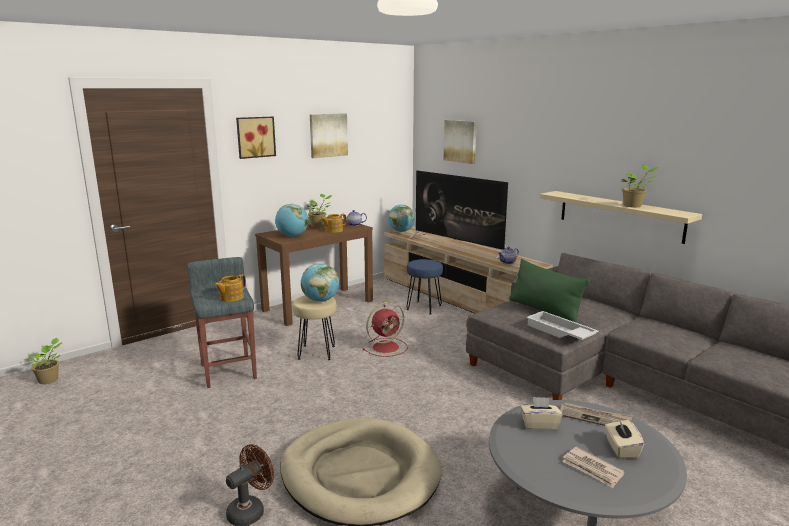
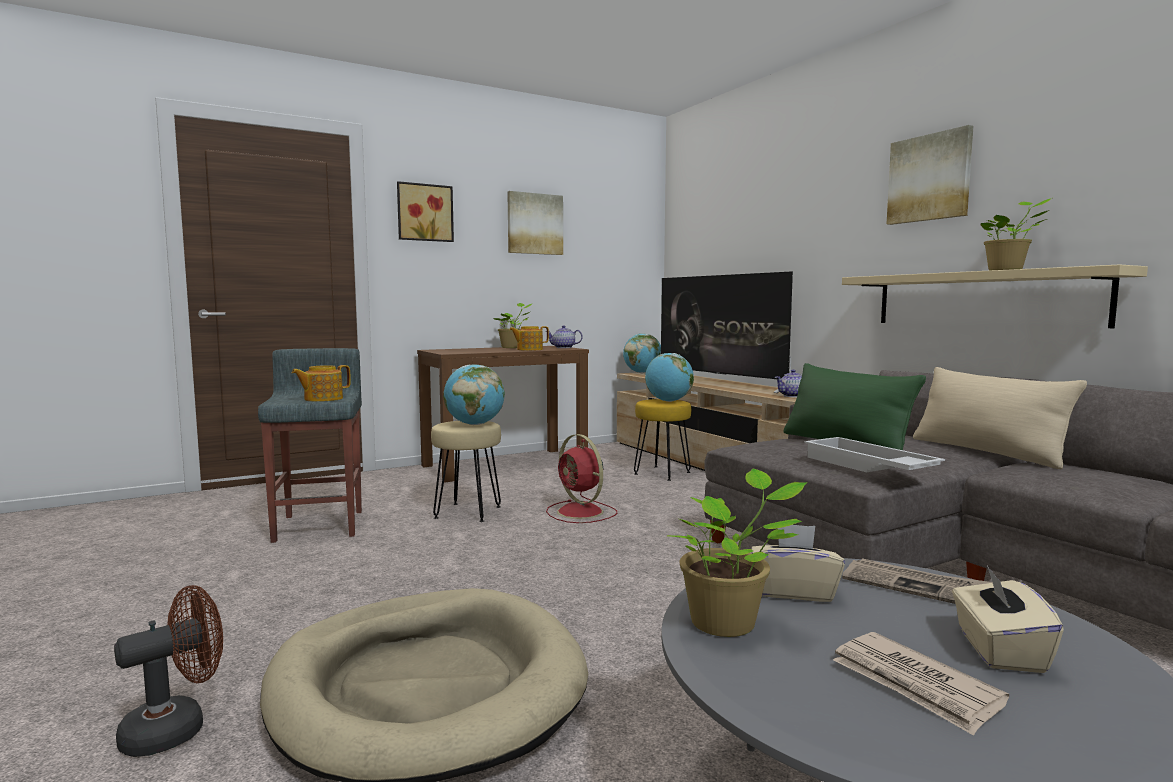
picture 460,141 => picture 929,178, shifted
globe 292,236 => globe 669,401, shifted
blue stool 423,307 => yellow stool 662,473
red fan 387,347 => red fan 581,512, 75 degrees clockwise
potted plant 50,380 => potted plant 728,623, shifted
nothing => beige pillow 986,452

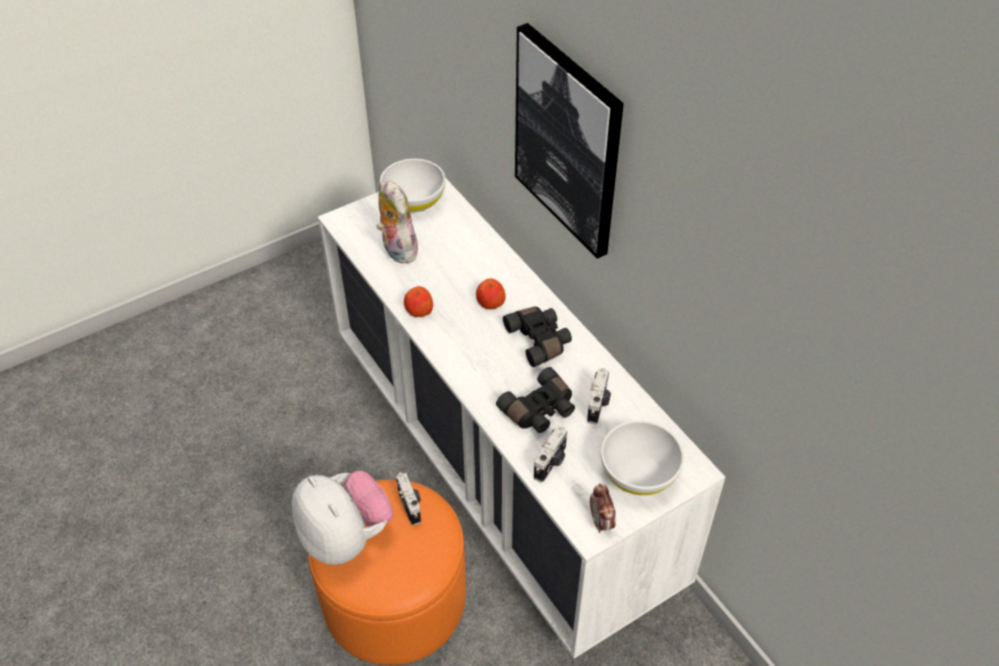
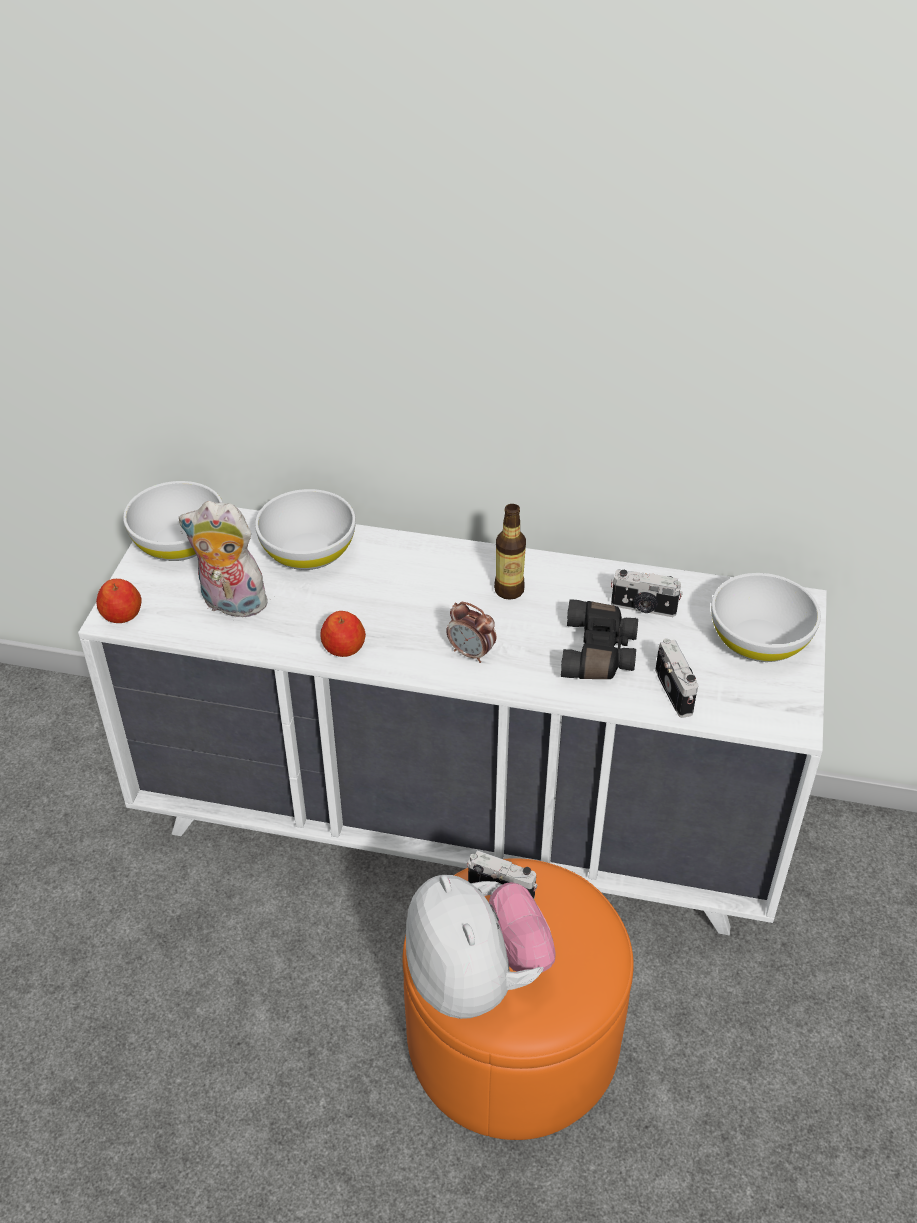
picture 568,141 => nothing
apple 490,303 => apple 122,615, shifted
black binoculars 540,340 => bottle 509,590
photo camera 598,404 => photo camera 643,608, 135 degrees clockwise
plush toy 346,537 => plush toy 476,979, 60 degrees clockwise
alarm clock 601,522 => alarm clock 471,653, shifted
nothing => white bowl 308,552

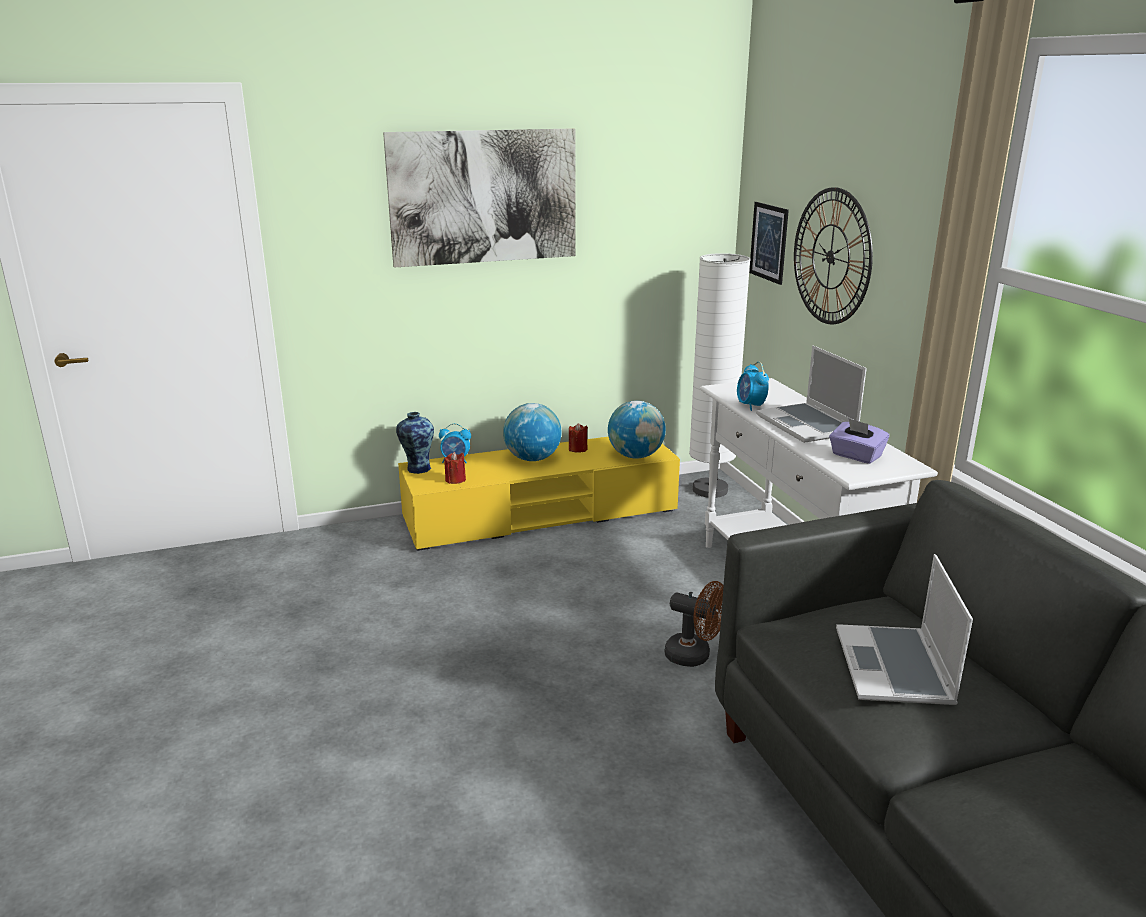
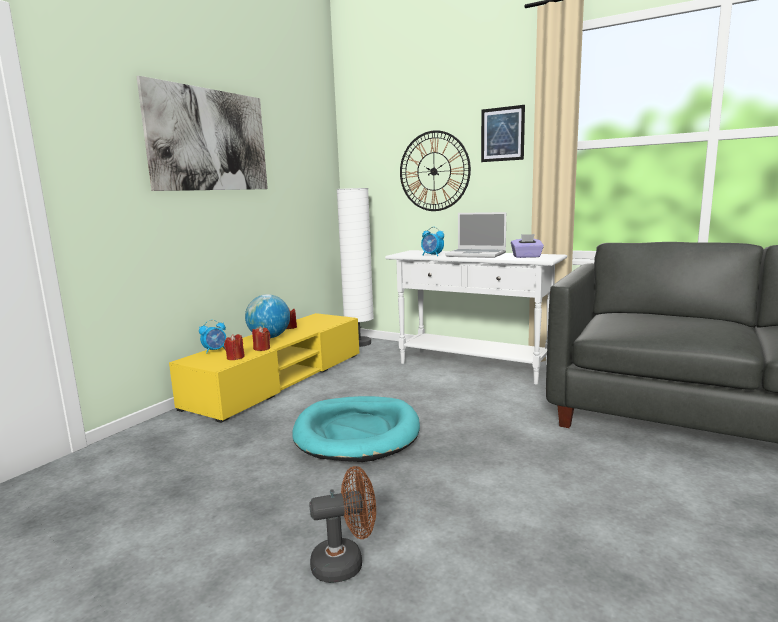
picture 768,242 => picture 502,134, shifted
globe 636,456 => nothing
vase 417,469 => nothing
laptop 895,668 => nothing
brown fan 694,656 => brown fan 346,563, shifted
nothing => red candle 262,348
nothing => turquoise dog bed 357,433

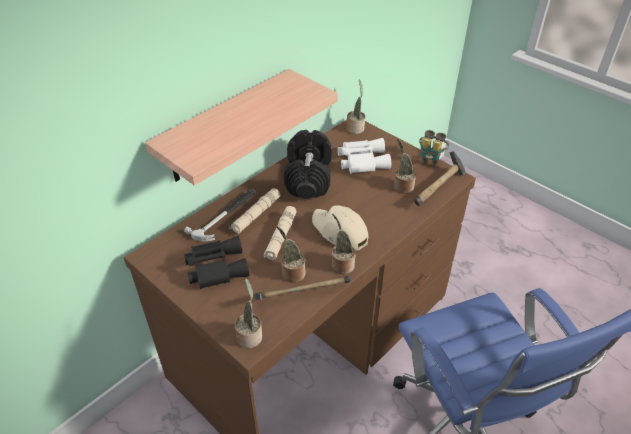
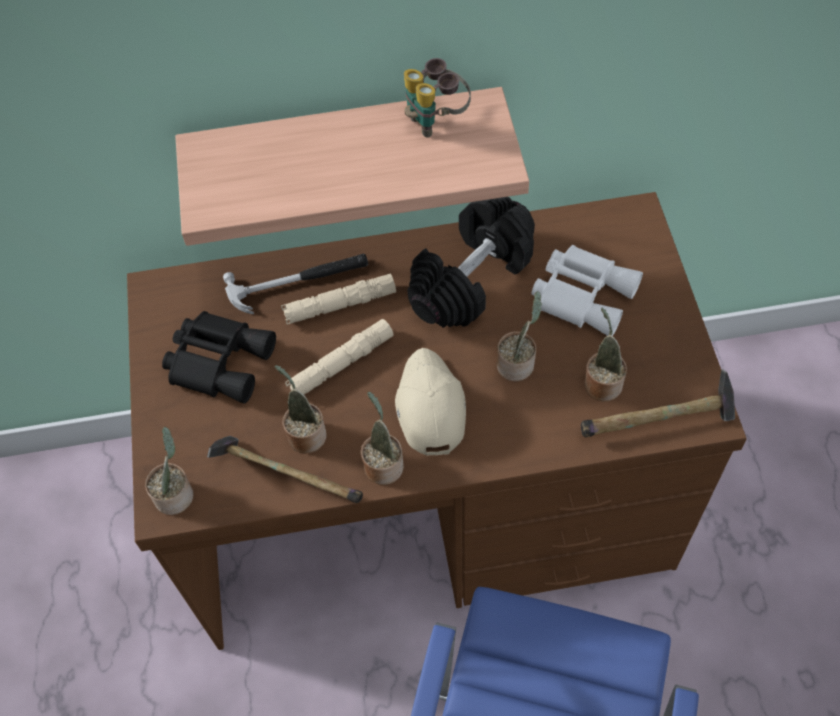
potted plant 355,128 => potted plant 517,363, shifted
binoculars 430,159 => binoculars 436,120, shifted

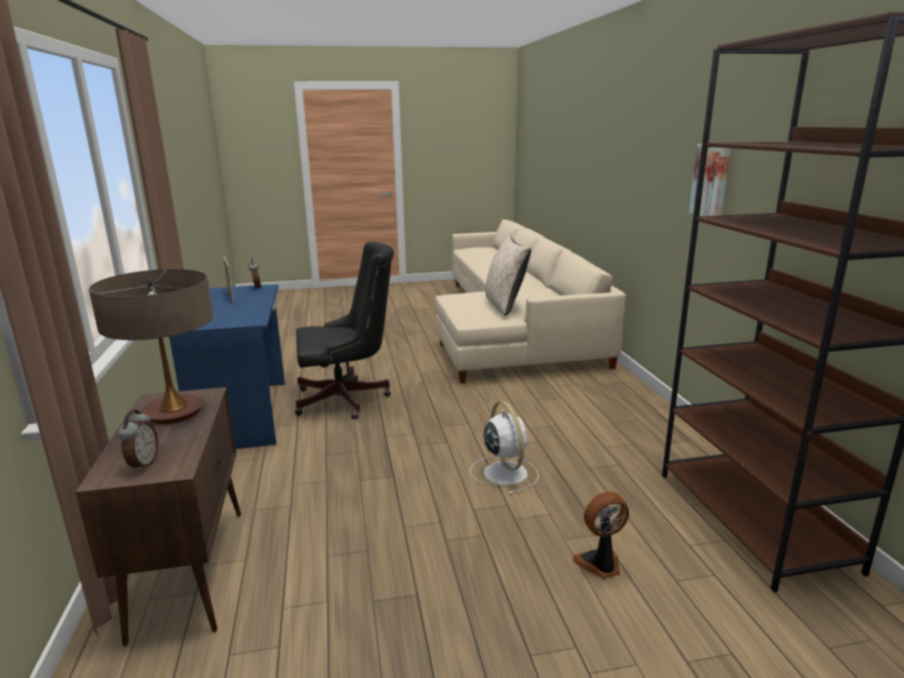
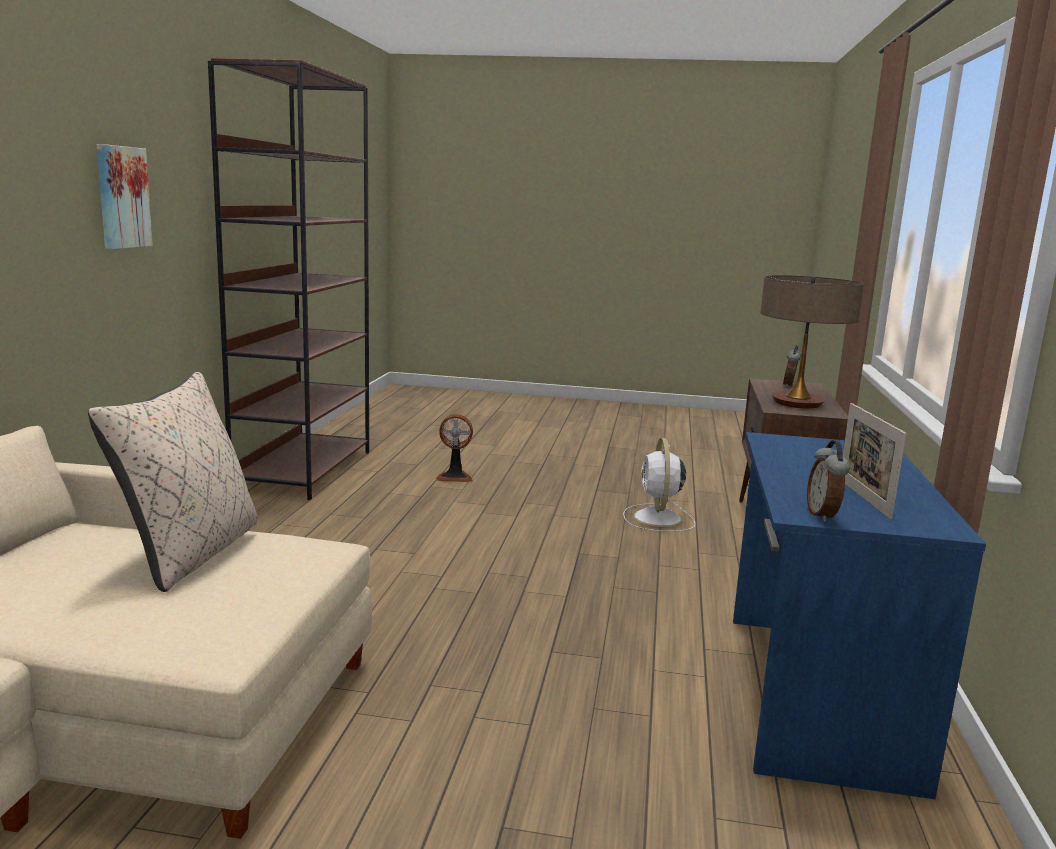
black office chair 348,399 => nothing
white fan 504,472 => white fan 658,519, shifted

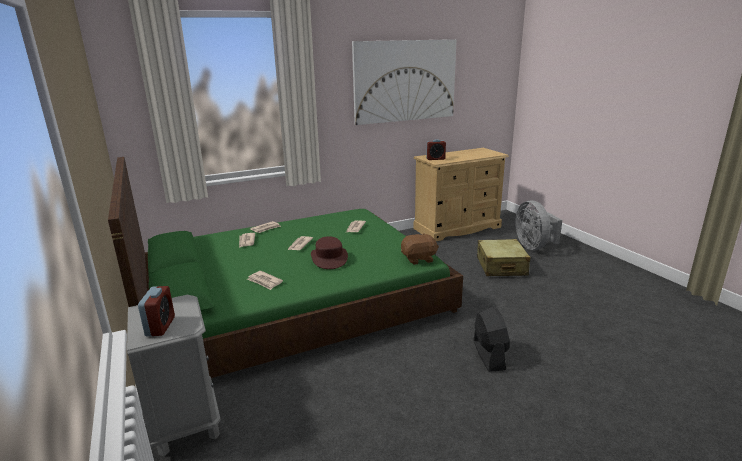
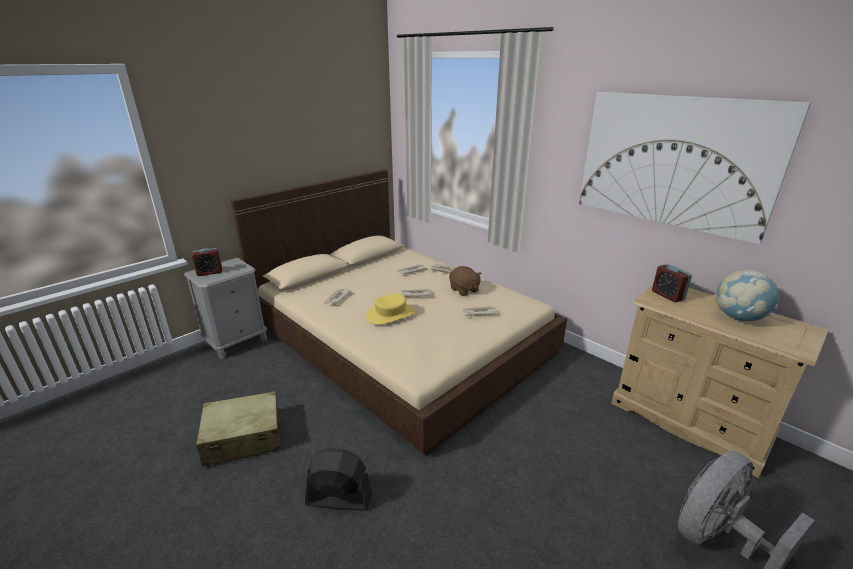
green bed 292,299 => beige bed 400,337
brown plush toy 419,259 => brown plush toy 464,290, shifted
brown hat 329,258 => yellow hat 391,315
beige suitcase 501,266 => beige suitcase 243,438, shifted
black fan 489,355 => black fan 338,499, 150 degrees counterclockwise
nothing => globe 738,317

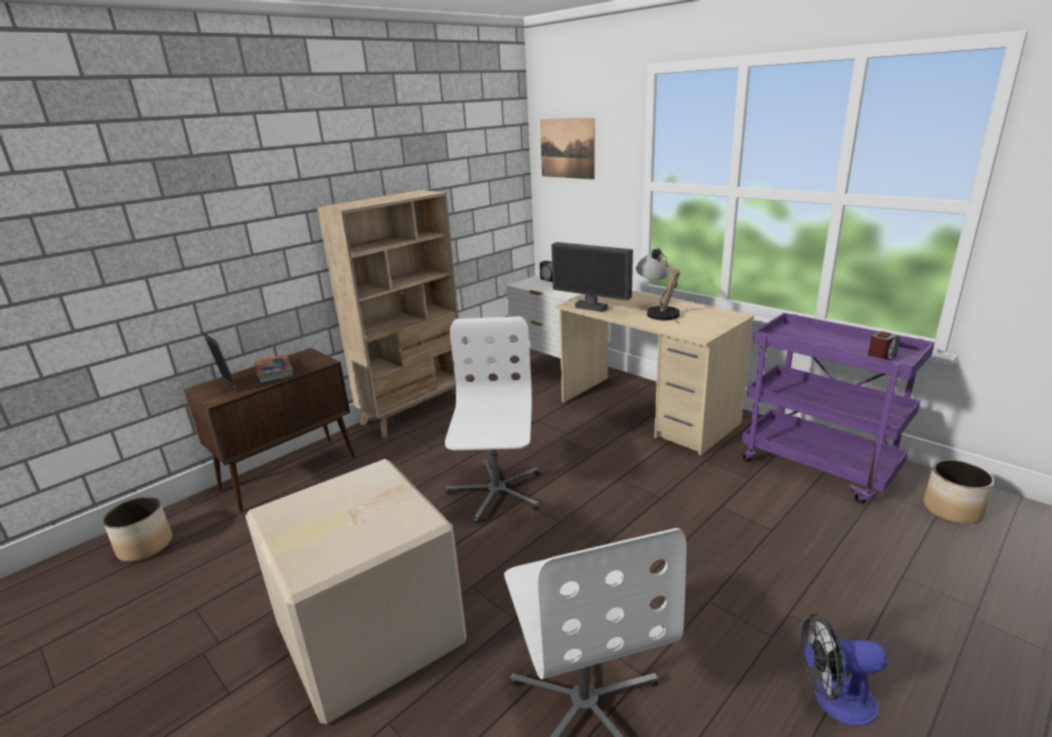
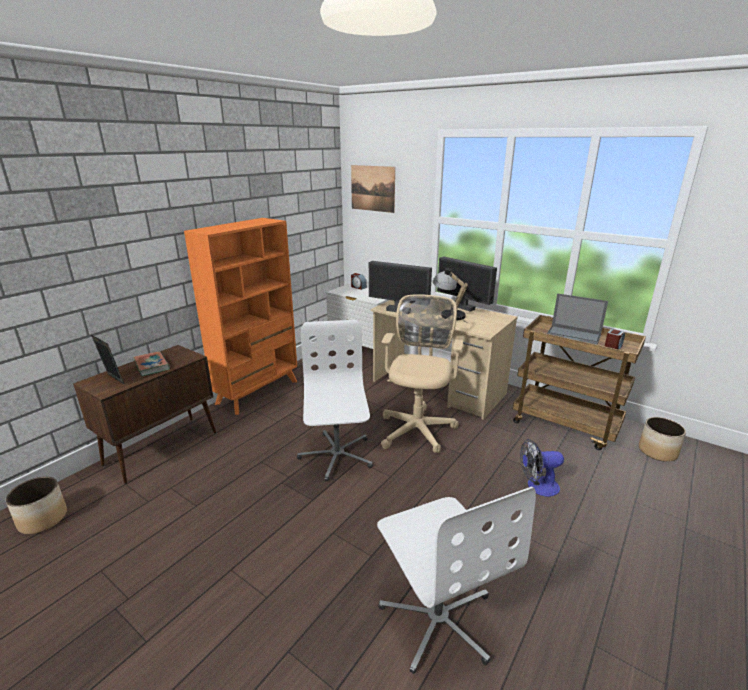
beige bookcase 415,411 => orange bookcase 258,392
purple cart 819,467 => brown cart 566,425
cardboard box 367,633 => nothing
fan 834,700 => fan 537,486, shifted
nothing => monitor 463,307
nothing => laptop 573,337
nothing => beige office chair 417,428

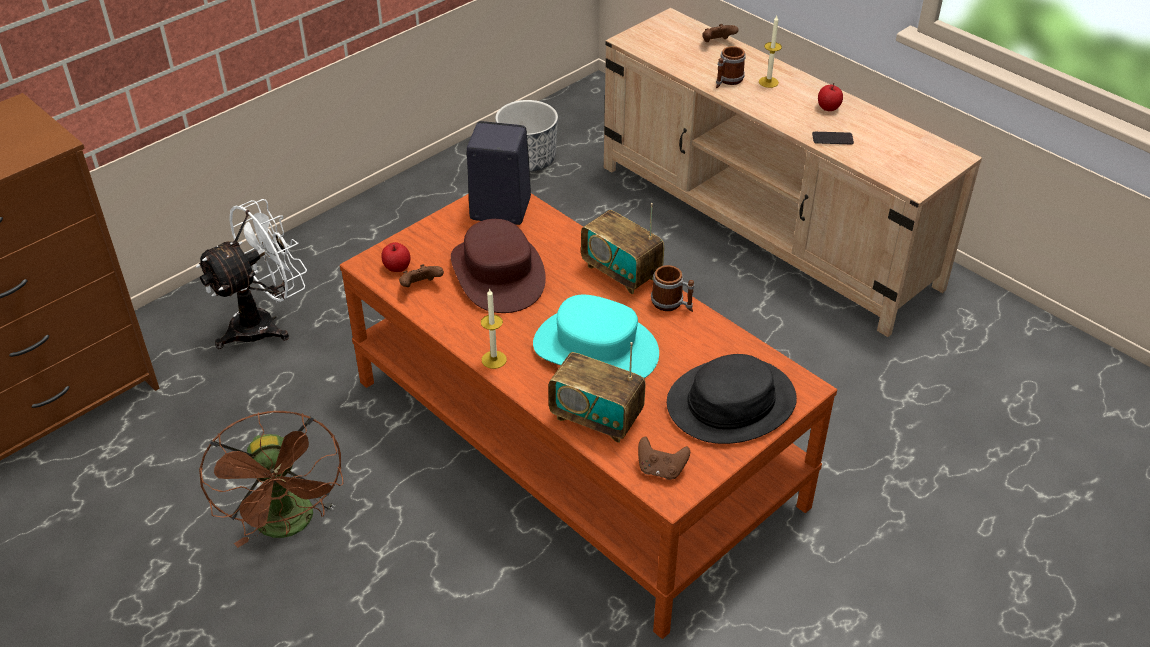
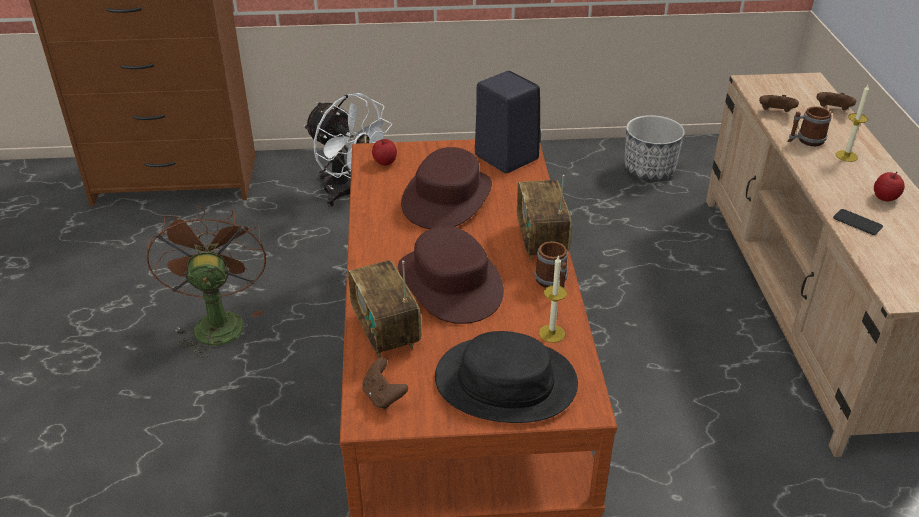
white fan 264,324 => white fan 348,192, 45 degrees clockwise
brown game controller 420,286 => brown game controller 775,113, shifted
candle 494,359 => candle 552,333, shifted
turquoise hat 596,349 => brown hat 450,283
brown fan 289,525 => brown fan 217,322, 150 degrees clockwise

